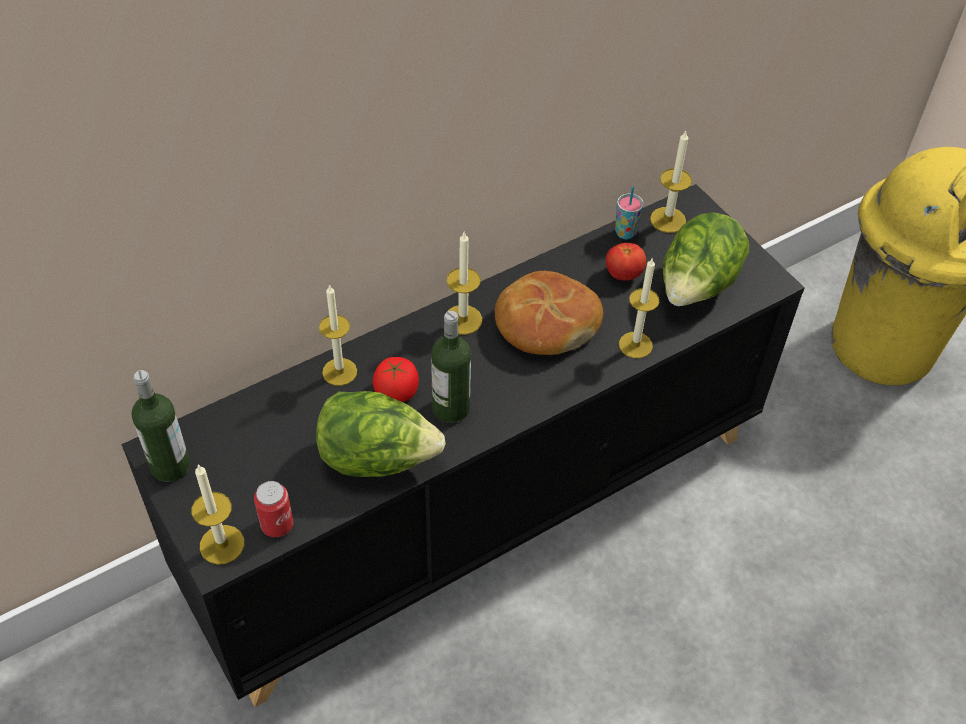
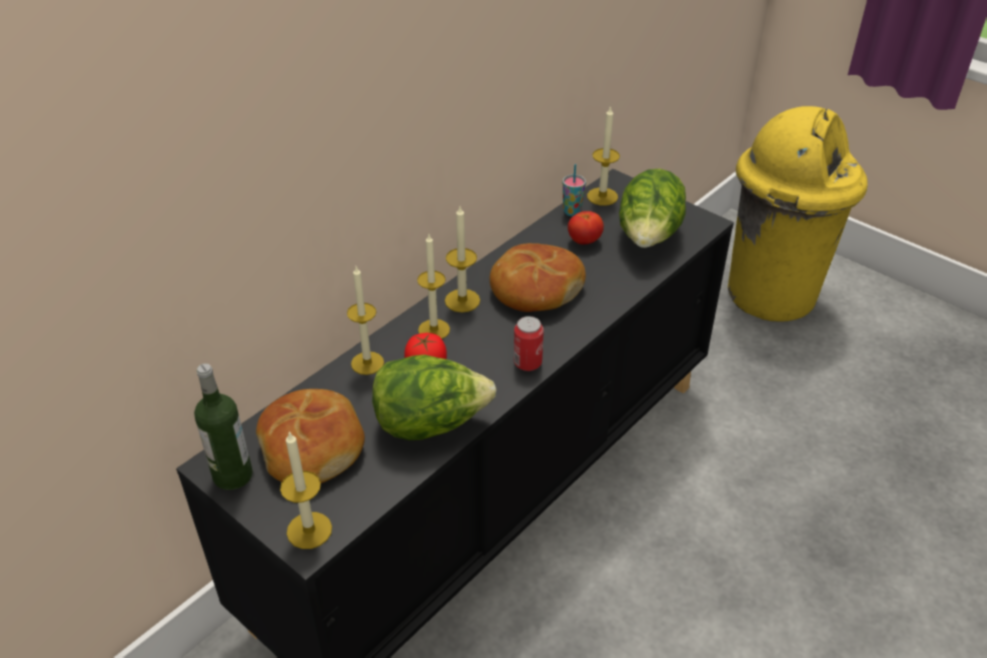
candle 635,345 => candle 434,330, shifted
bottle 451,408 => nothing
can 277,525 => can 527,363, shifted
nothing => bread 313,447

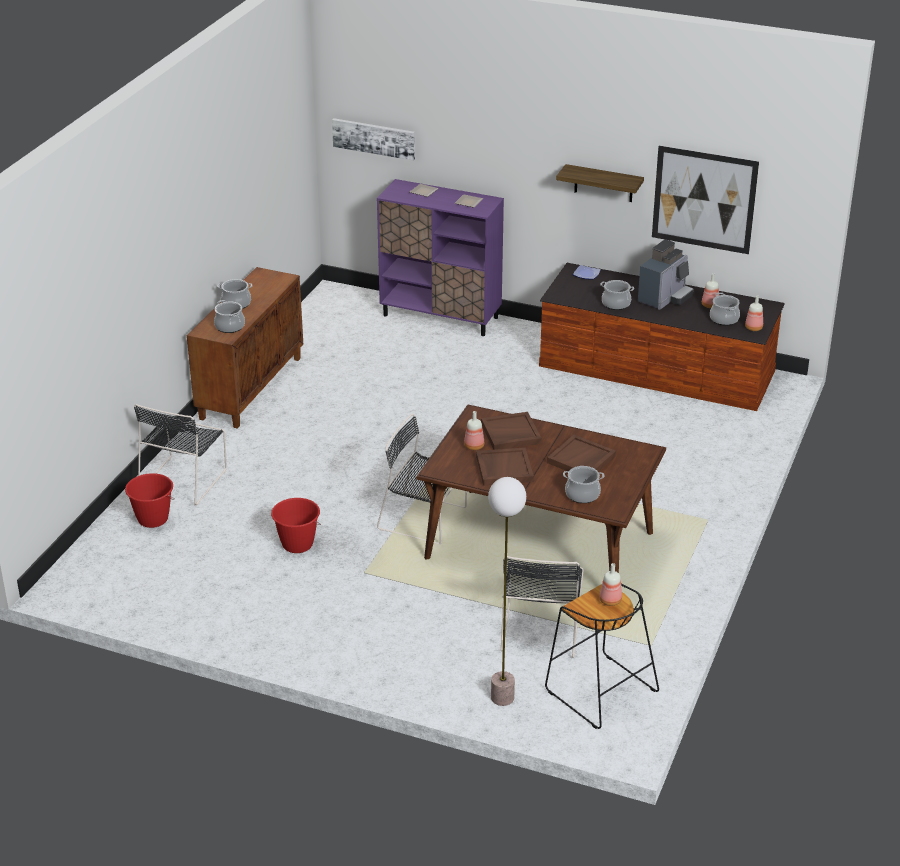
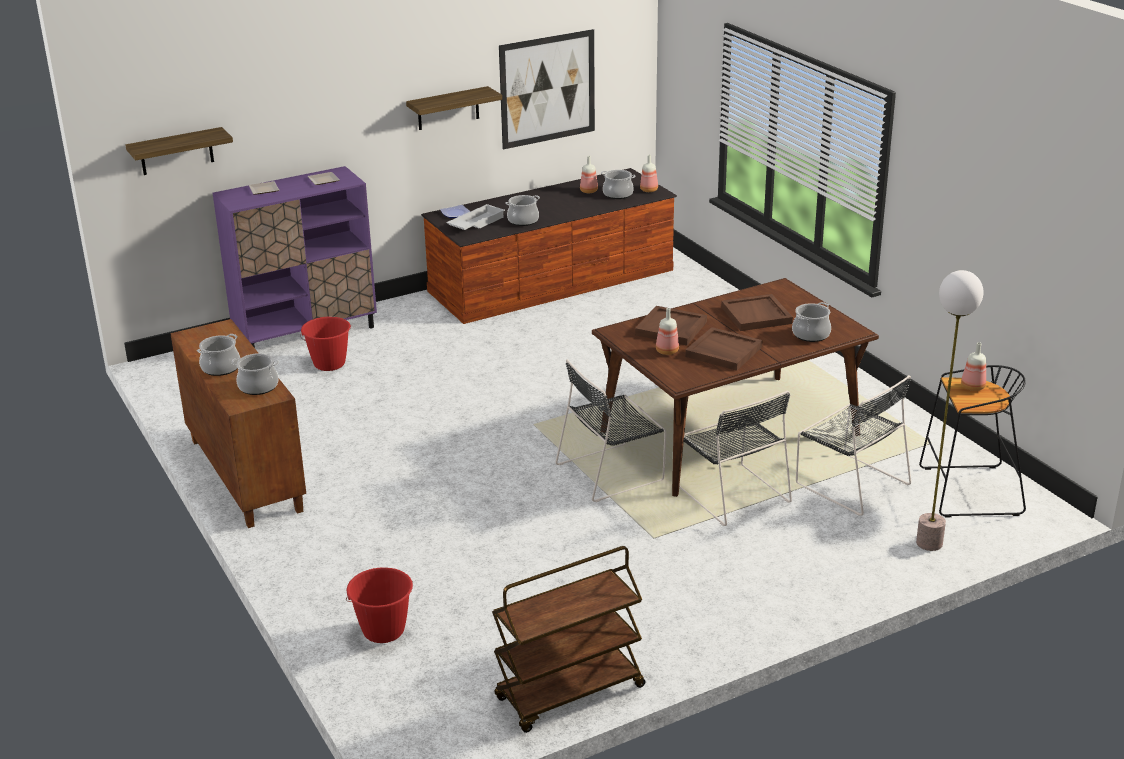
picture 374,138 => shelf 176,151
coffee machine 664,298 => nothing
black chair 184,479 => black chair 731,493, shifted
red bucket 297,544 => red bucket 329,364, shifted
nothing => white tray 476,223
nothing => brown cart 569,694

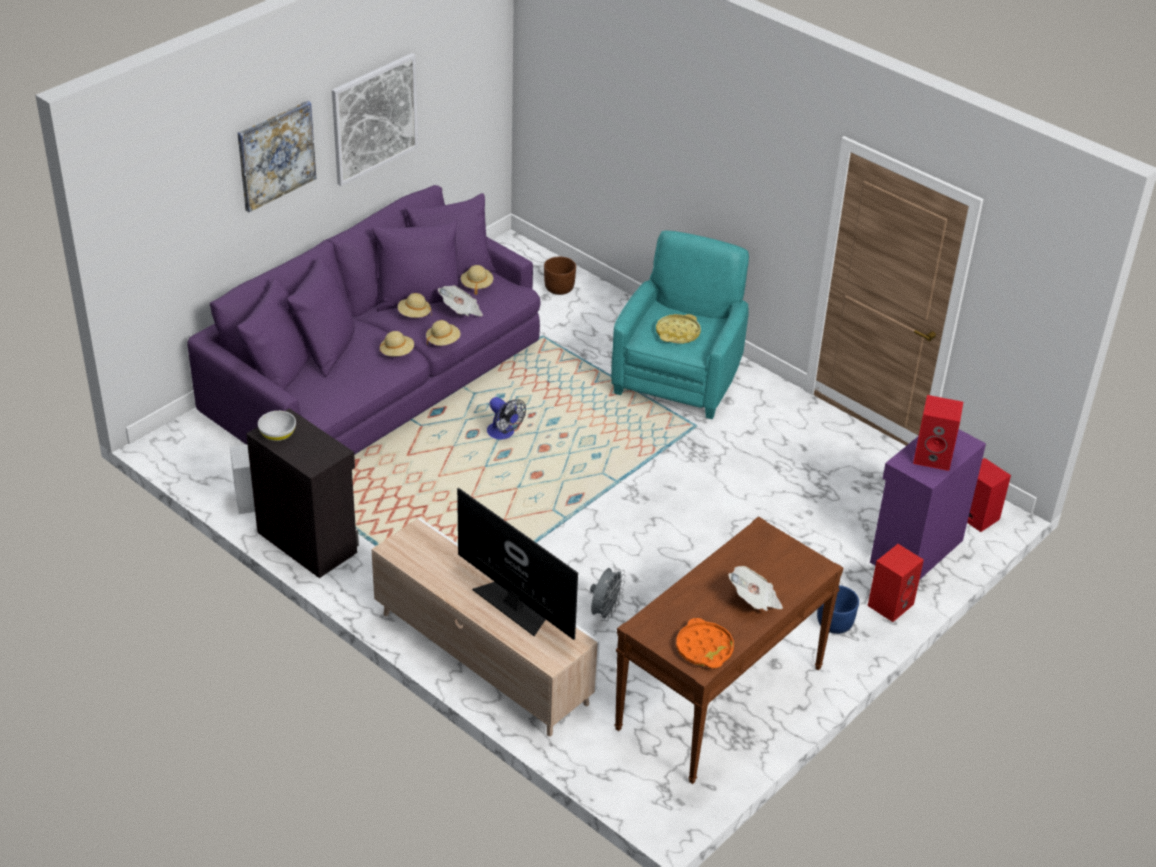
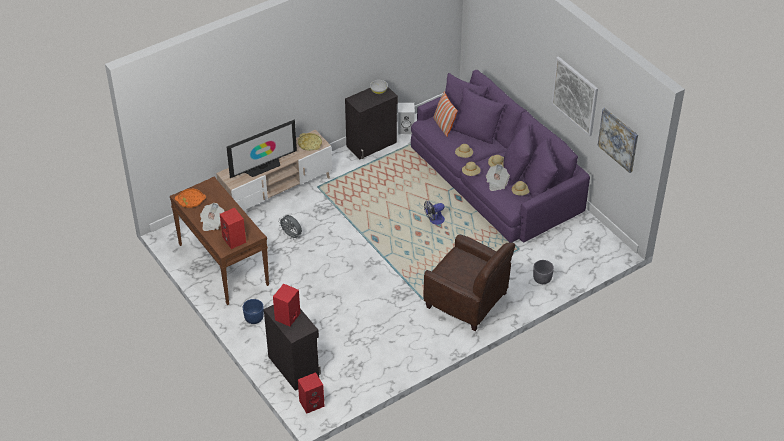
picture 276,155 => picture 618,139, shifted
turquoise armchair 678,378 => brown armchair 467,300
brown planter 559,288 => nothing
yellow tray 678,333 => yellow tray 310,144, shifted
purple cabinet 914,551 => black cabinet 294,366
red speaker 890,604 => red speaker 235,240, shifted
nothing => pillow 443,126
nothing => grey planter 542,279

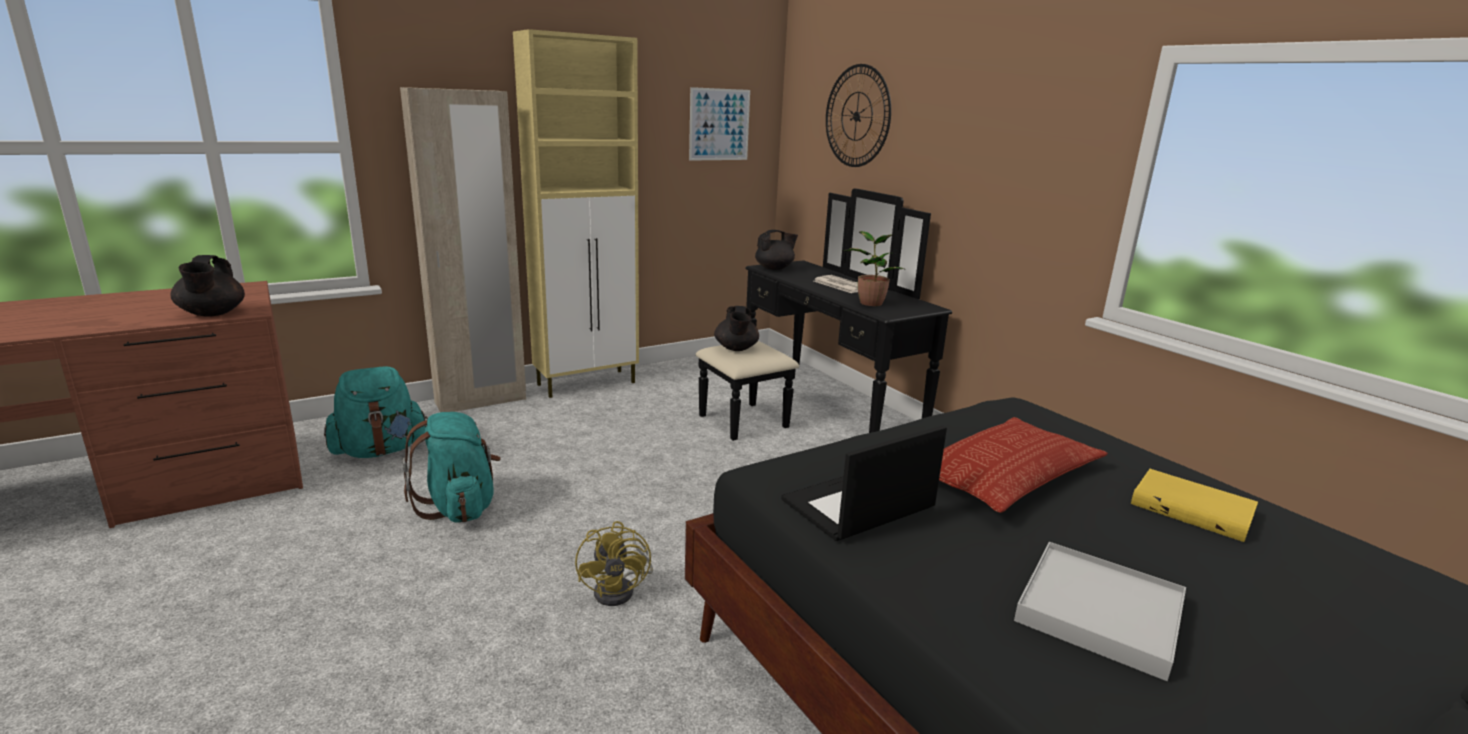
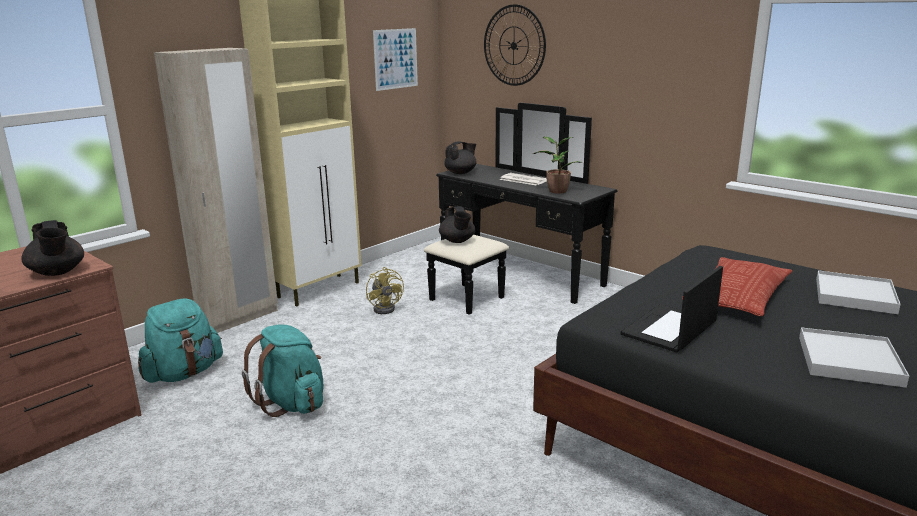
yellow book 1193,509 => white tray 855,296
yellow fan 621,590 => yellow fan 386,308, shifted

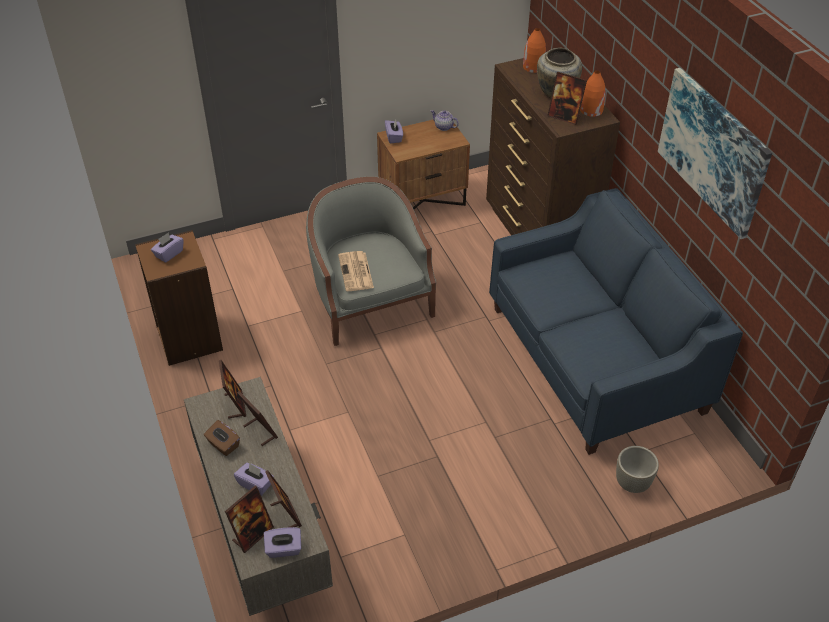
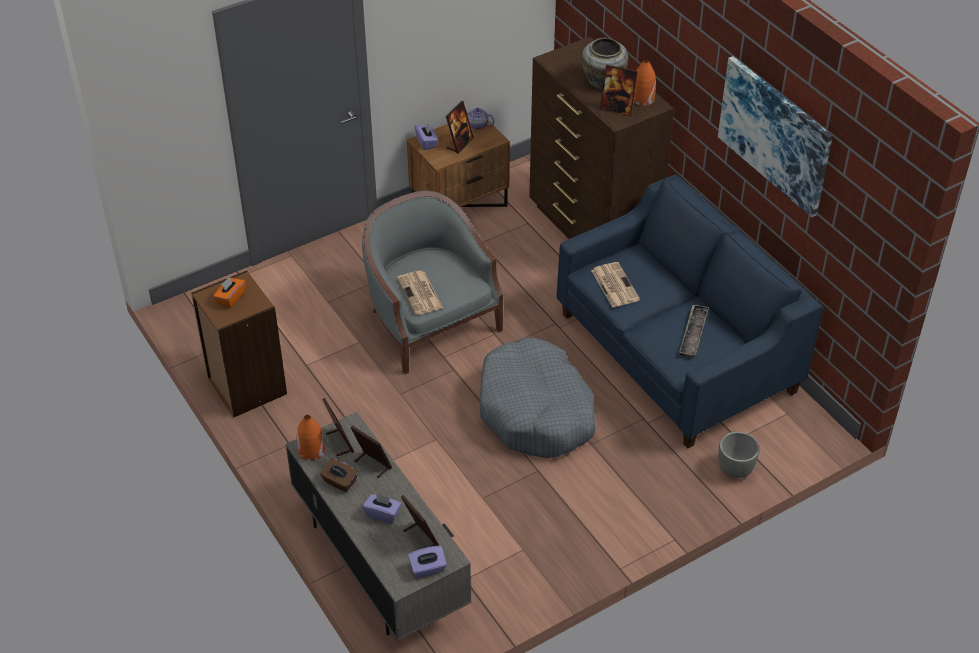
orange vase 533,67 => orange vase 311,451, shifted
purple tissue box 169,254 => orange tissue box 230,298
picture frame 252,534 => picture frame 460,144, shifted
nothing => newspaper 614,285
nothing => tray 693,333
nothing => grey dog bed 536,411

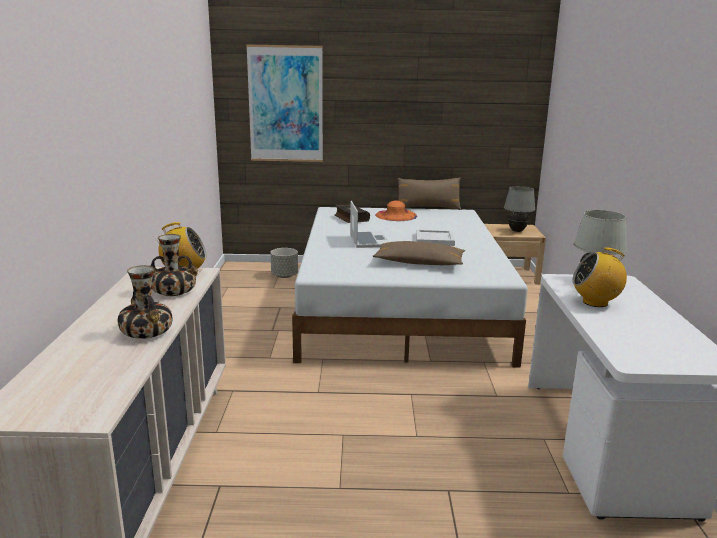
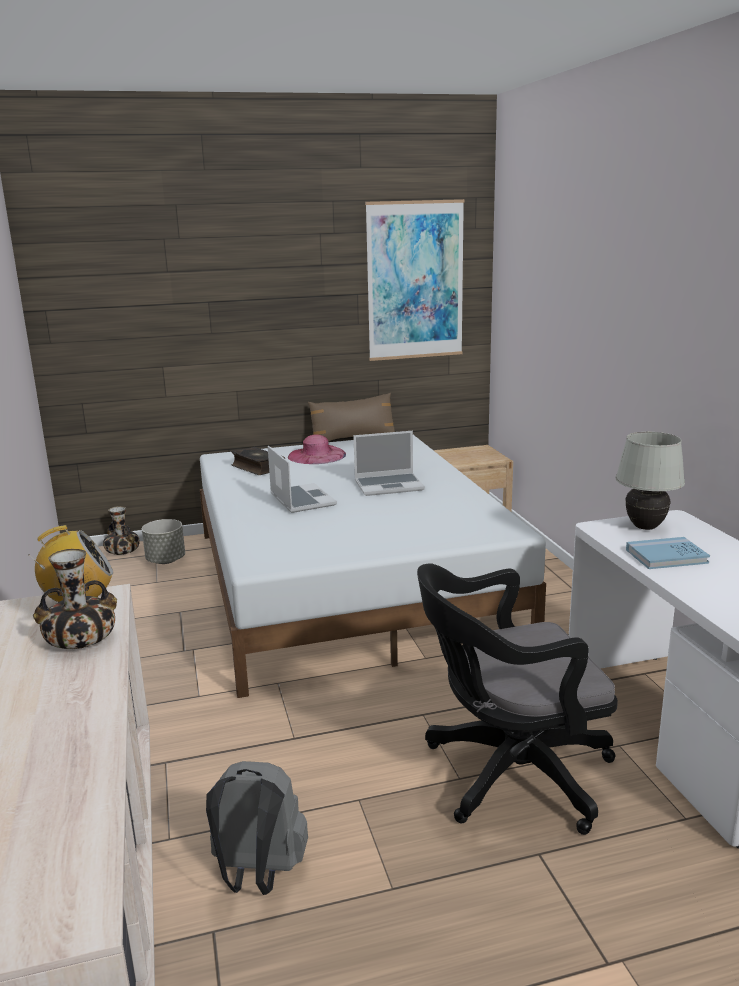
picture 285,104 => picture 415,281, shifted
grey table lamp 516,231 => nothing
orange hat 396,215 => pink hat 316,455
white tray 435,239 => laptop 389,485
brown pillow 419,263 => nothing
radio 595,302 => blue book 666,556
vase 146,332 => vase 122,551, shifted
nothing => black office chair 509,774
nothing => grey backpack 258,874

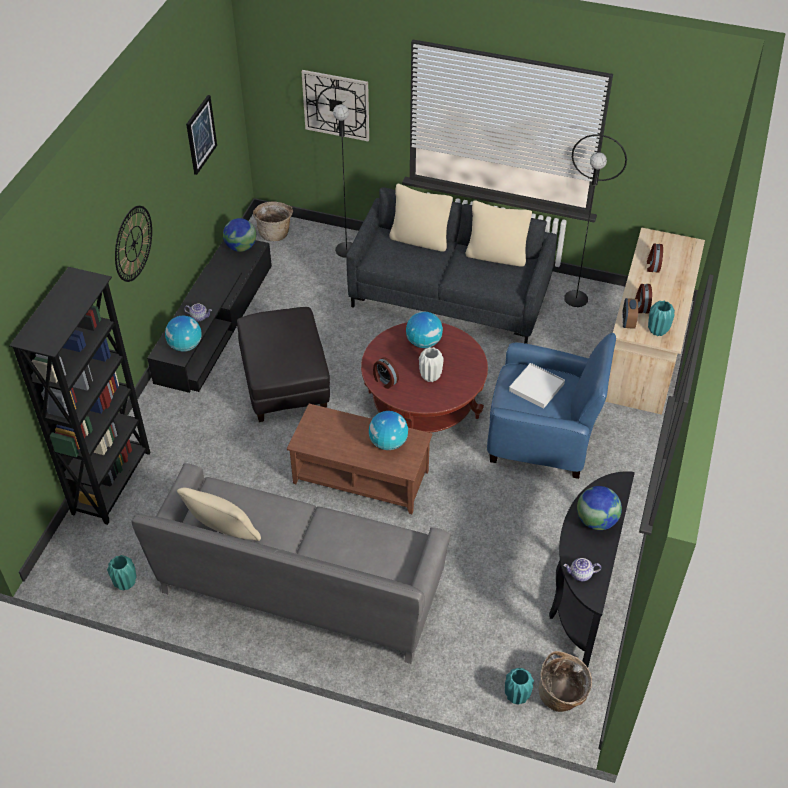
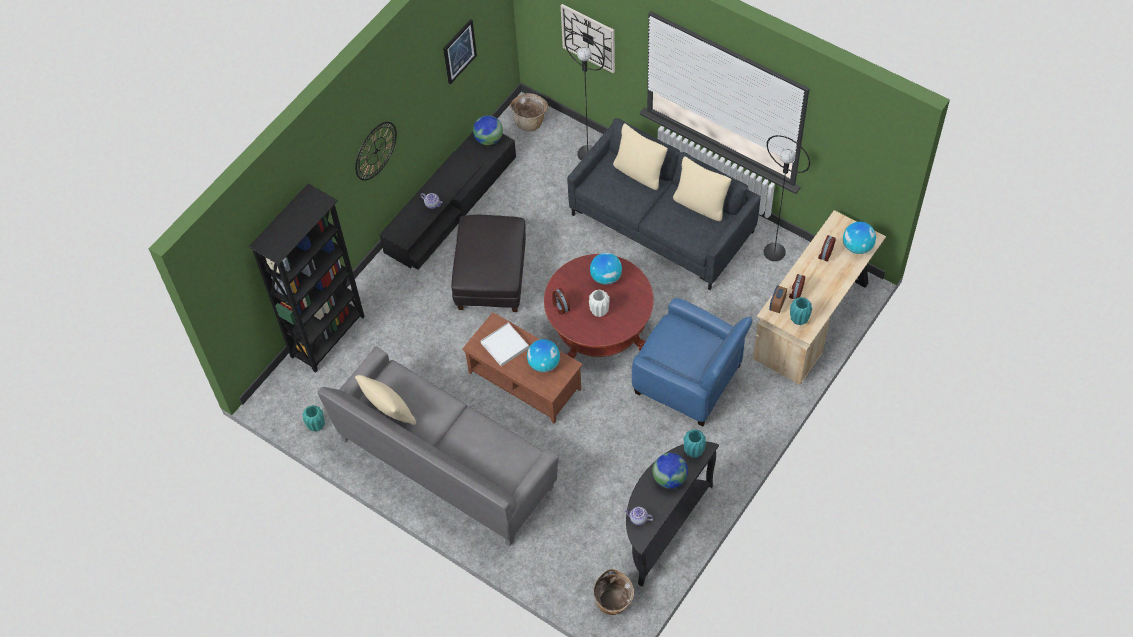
globe 185,346 => globe 857,247, shifted
white tray 536,387 => white tray 505,345, shifted
turquoise vase 517,696 => turquoise vase 694,451, shifted

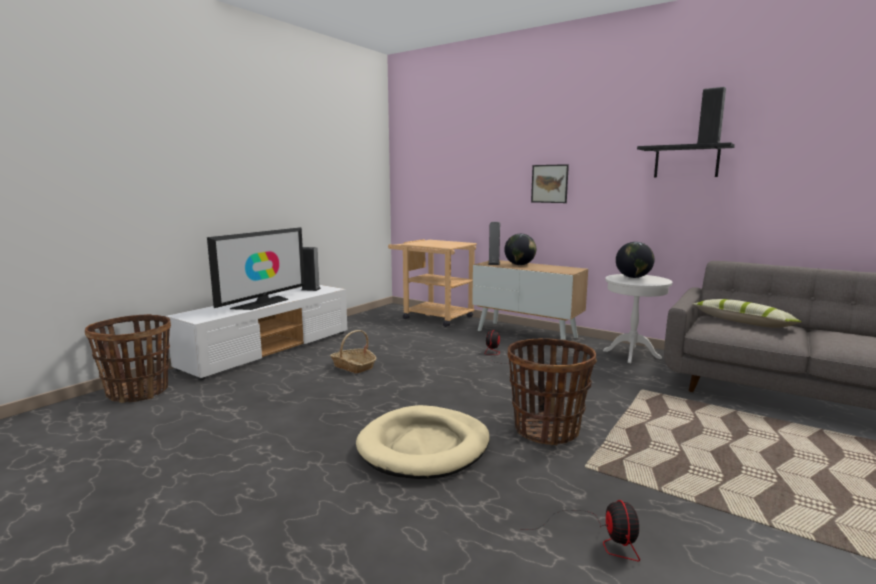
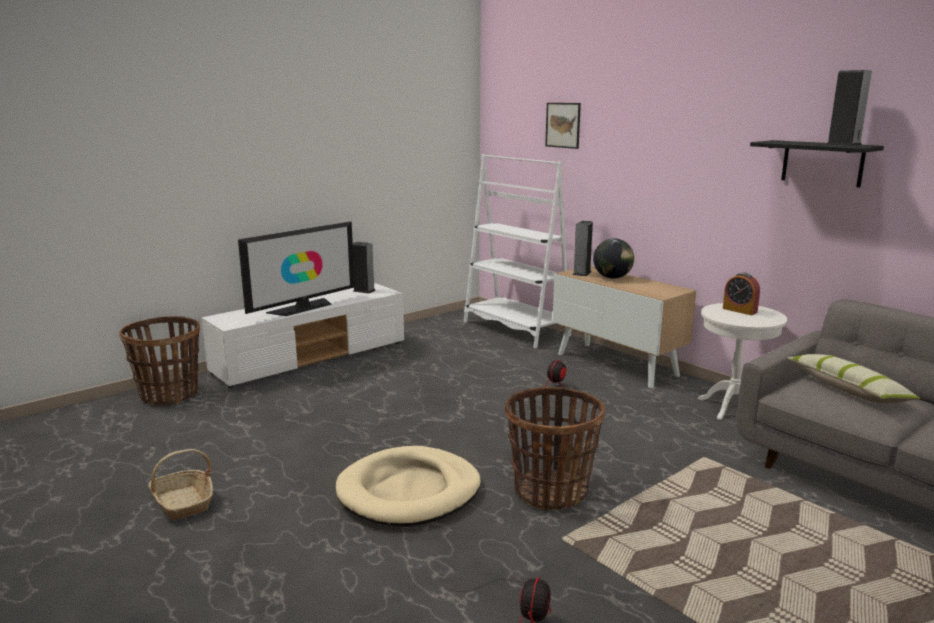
picture 549,183 => picture 563,125, shifted
beige cart 432,317 => white bookcase 515,329
globe 633,277 => alarm clock 739,310
basket 354,366 => basket 183,503, shifted

